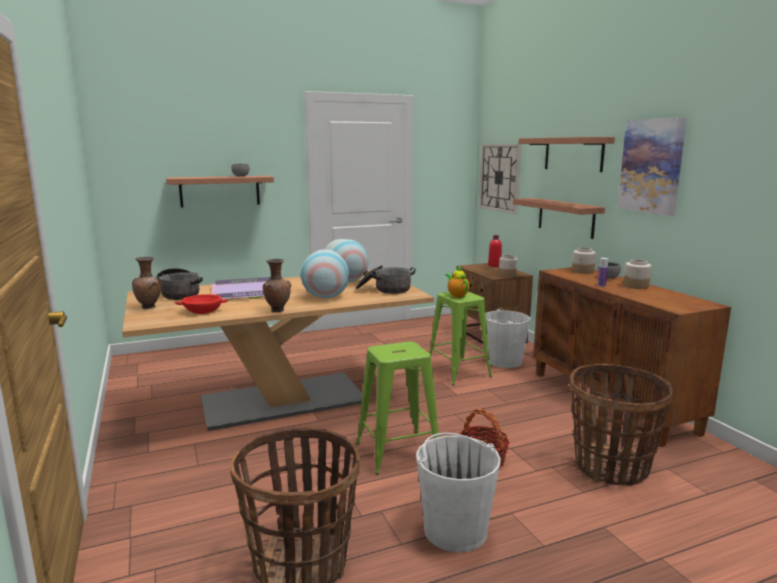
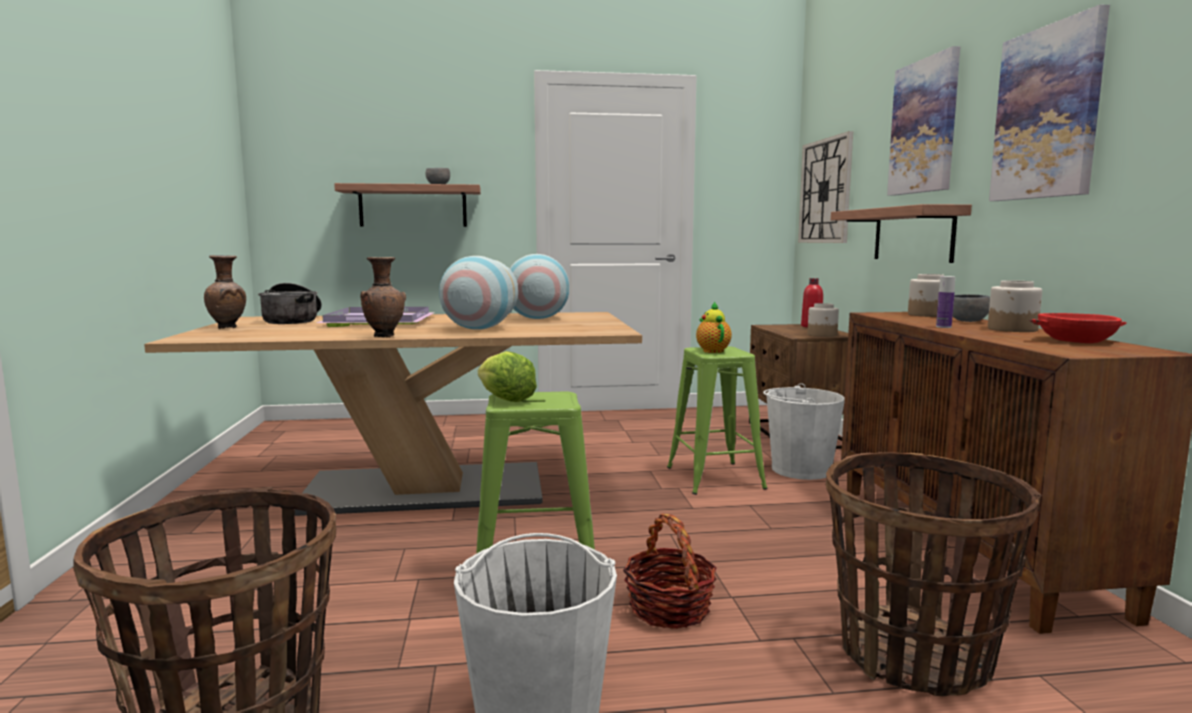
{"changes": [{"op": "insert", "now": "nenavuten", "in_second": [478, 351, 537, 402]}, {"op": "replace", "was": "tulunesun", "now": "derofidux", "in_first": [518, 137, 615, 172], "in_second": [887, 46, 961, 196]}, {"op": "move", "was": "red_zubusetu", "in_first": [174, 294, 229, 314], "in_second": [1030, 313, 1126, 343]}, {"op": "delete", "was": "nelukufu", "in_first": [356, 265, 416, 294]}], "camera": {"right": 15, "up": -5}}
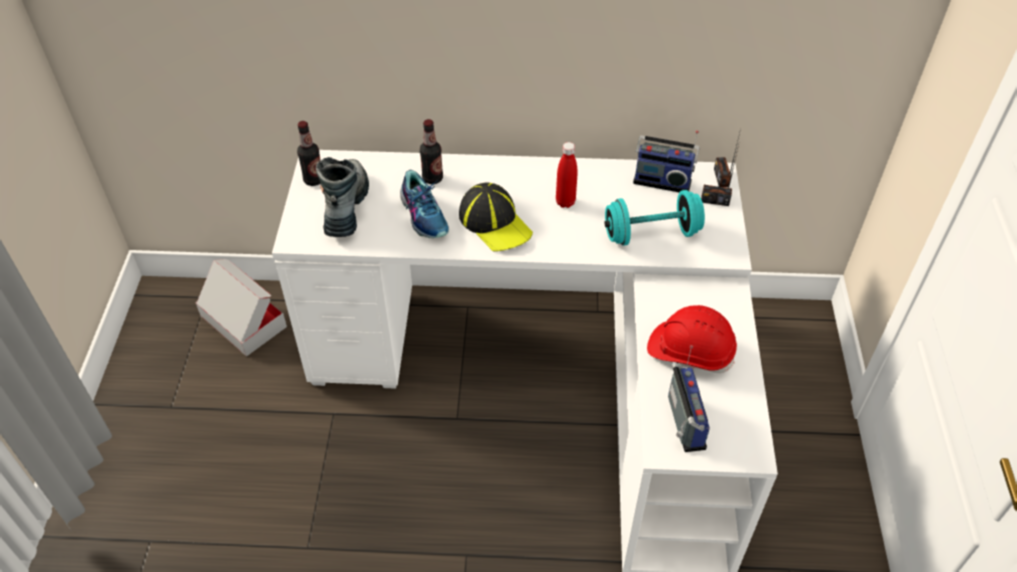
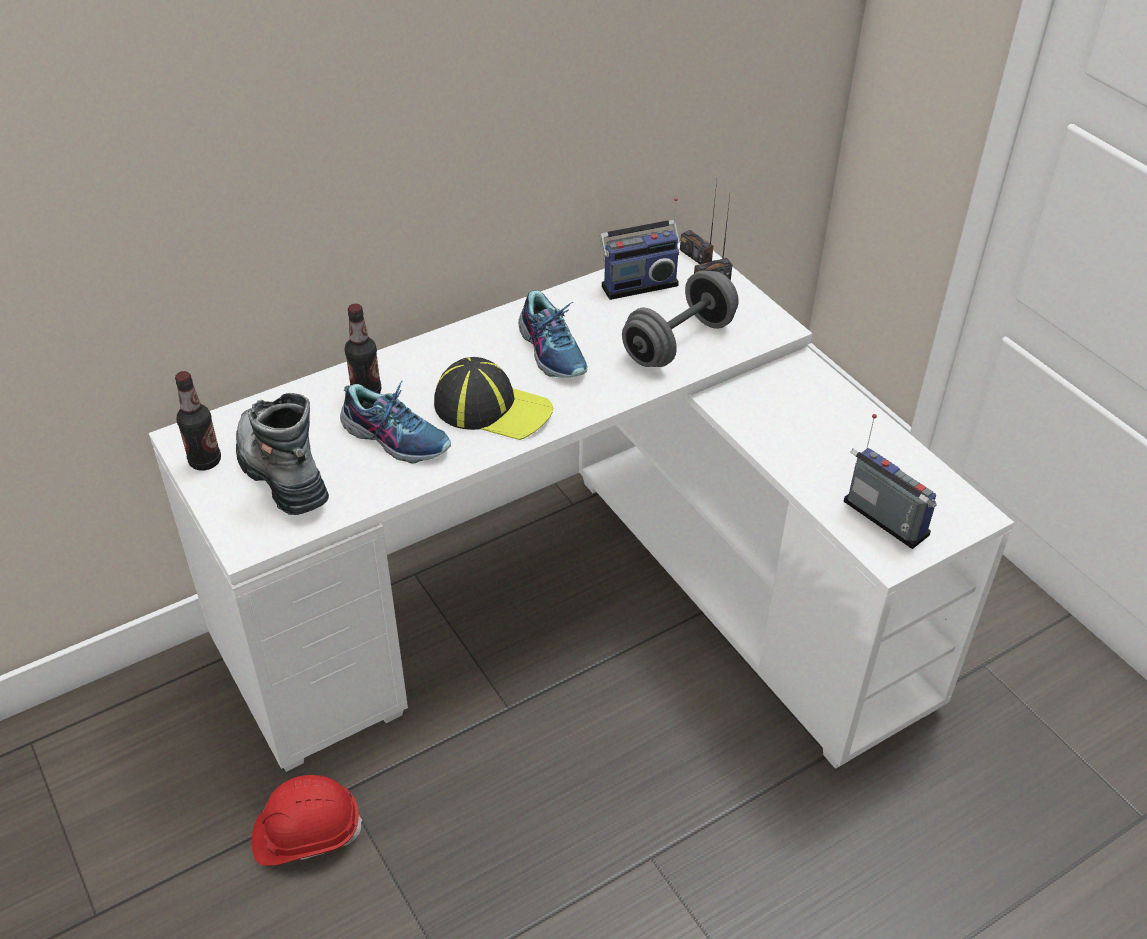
{"changes": [{"op": "move", "was": "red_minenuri", "in_first": [647, 305, 737, 373], "in_second": [252, 775, 362, 866]}, {"op": "replace", "was": "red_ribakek", "now": "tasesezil", "in_first": [556, 142, 578, 208], "in_second": [518, 290, 588, 378]}, {"op": "recolor", "was": "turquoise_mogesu", "now": "grey_mogesu", "in_first": [604, 190, 705, 246], "in_second": [622, 271, 739, 367]}, {"op": "delete", "was": "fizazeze", "in_first": [196, 259, 287, 357]}], "camera": {"right": -35, "up": -5}}
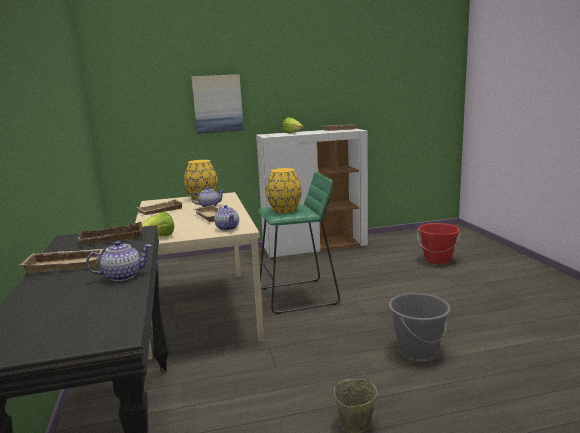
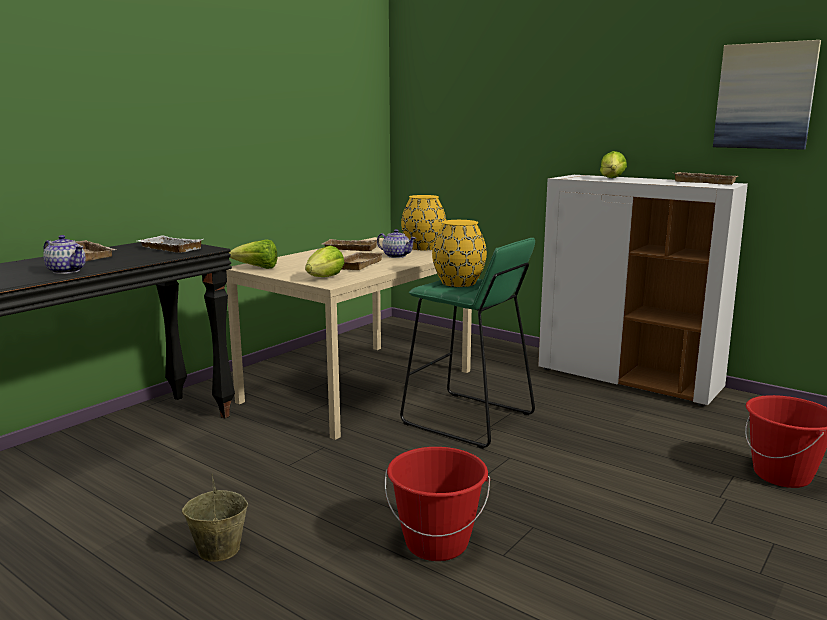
{"changes": [{"op": "recolor", "was": "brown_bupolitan", "now": "white_bupolitan", "in_first": [77, 222, 143, 245], "in_second": [138, 235, 203, 253]}, {"op": "replace", "was": "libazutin", "now": "nenavuten", "in_first": [214, 205, 239, 231], "in_second": [305, 246, 344, 277]}, {"op": "recolor", "was": "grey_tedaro", "now": "red_tedaro", "in_first": [389, 293, 450, 359], "in_second": [385, 447, 490, 561]}, {"op": "move", "was": "derofidux", "in_first": [191, 74, 244, 134], "in_second": [713, 40, 821, 150]}], "camera": {"right": 50, "up": 0}}
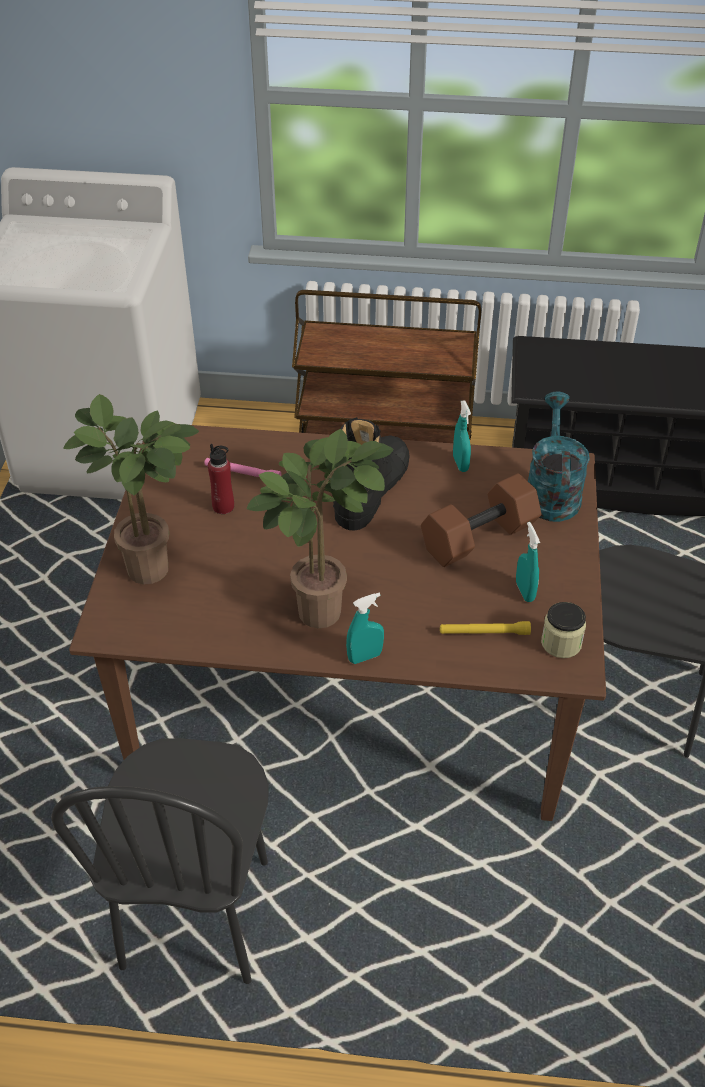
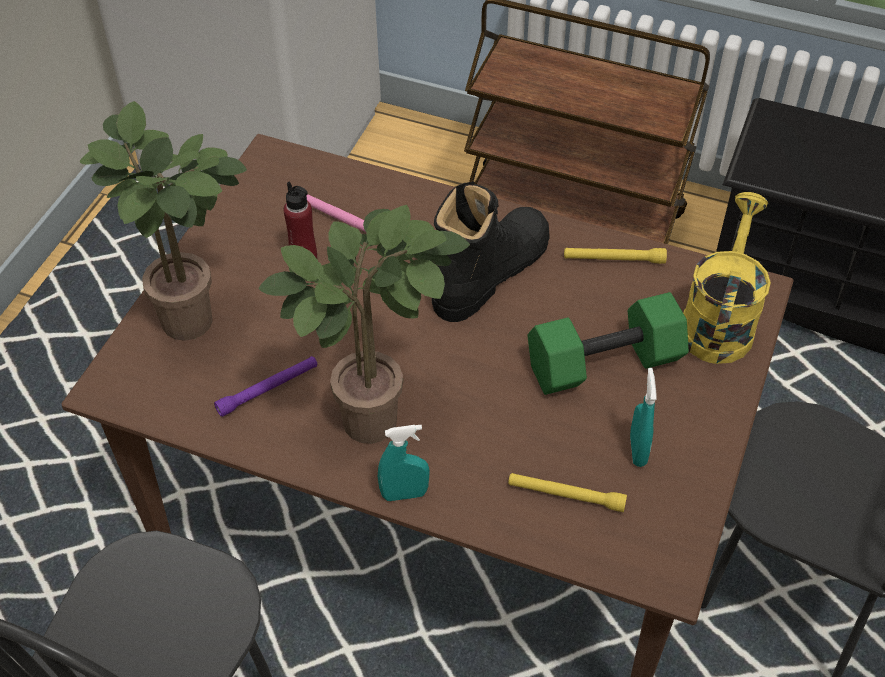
{"changes": [{"op": "insert", "now": "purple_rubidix", "in_second": [214, 356, 317, 417]}, {"op": "recolor", "was": "brown_mogesu", "now": "green_mogesu", "in_first": [421, 473, 541, 567], "in_second": [527, 292, 689, 395]}, {"op": "replace", "was": "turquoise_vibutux", "now": "yellow_rubidix", "in_first": [453, 400, 471, 472], "in_second": [564, 248, 667, 264]}, {"op": "recolor", "was": "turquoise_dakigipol", "now": "yellow_dakigipol", "in_first": [528, 392, 590, 522], "in_second": [683, 192, 771, 364]}, {"op": "delete", "was": "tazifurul", "in_first": [541, 602, 586, 658]}], "camera": {"right": 15, "up": 5}}
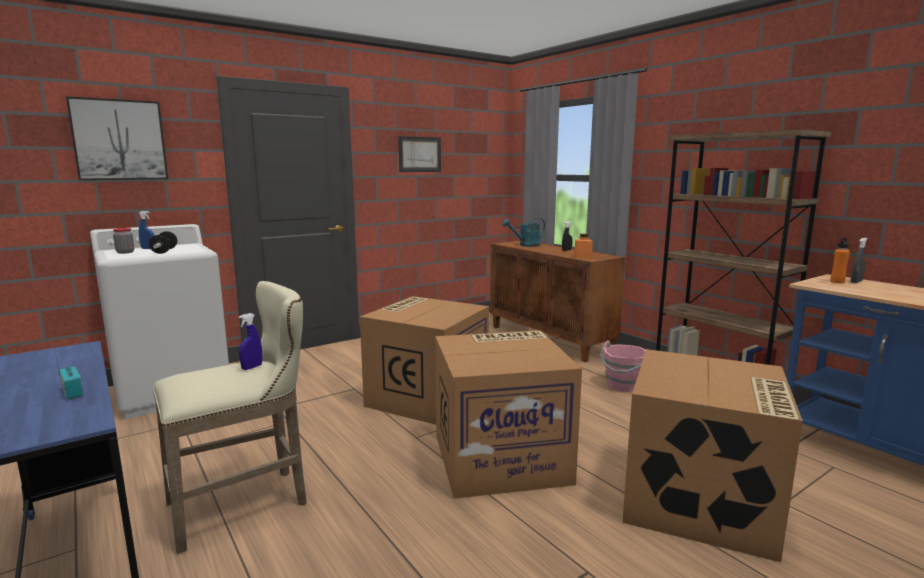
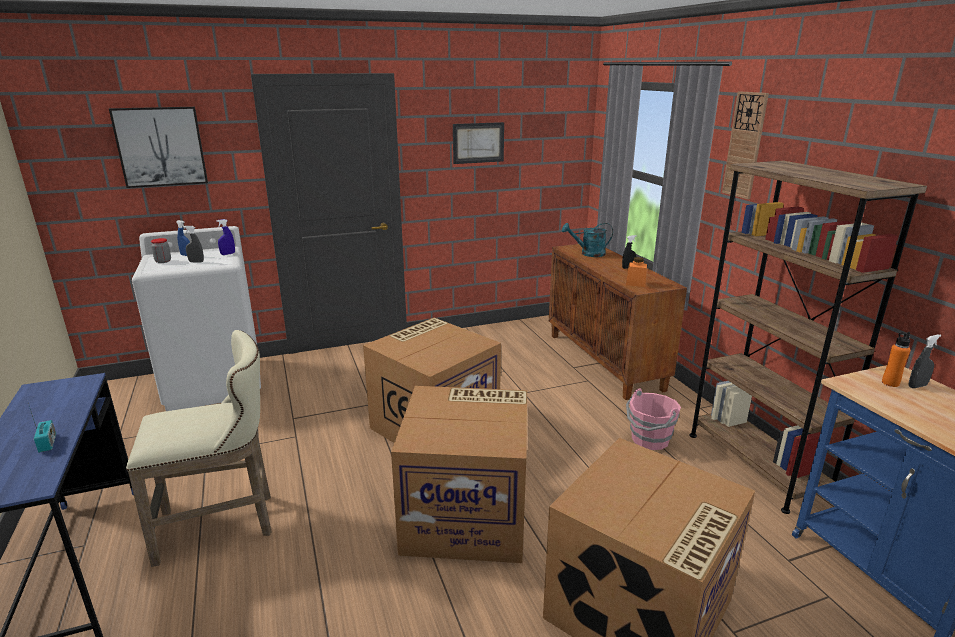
{"changes": [{"op": "replace", "was": "mogesu", "now": "grey_vibutux", "in_first": [149, 231, 177, 254], "in_second": [183, 226, 204, 262]}, {"op": "move", "was": "blue_vibutux", "in_first": [238, 313, 262, 370], "in_second": [216, 219, 235, 255]}, {"op": "insert", "now": "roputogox", "in_second": [722, 91, 769, 199]}], "camera": {"right": 15, "up": 10}}
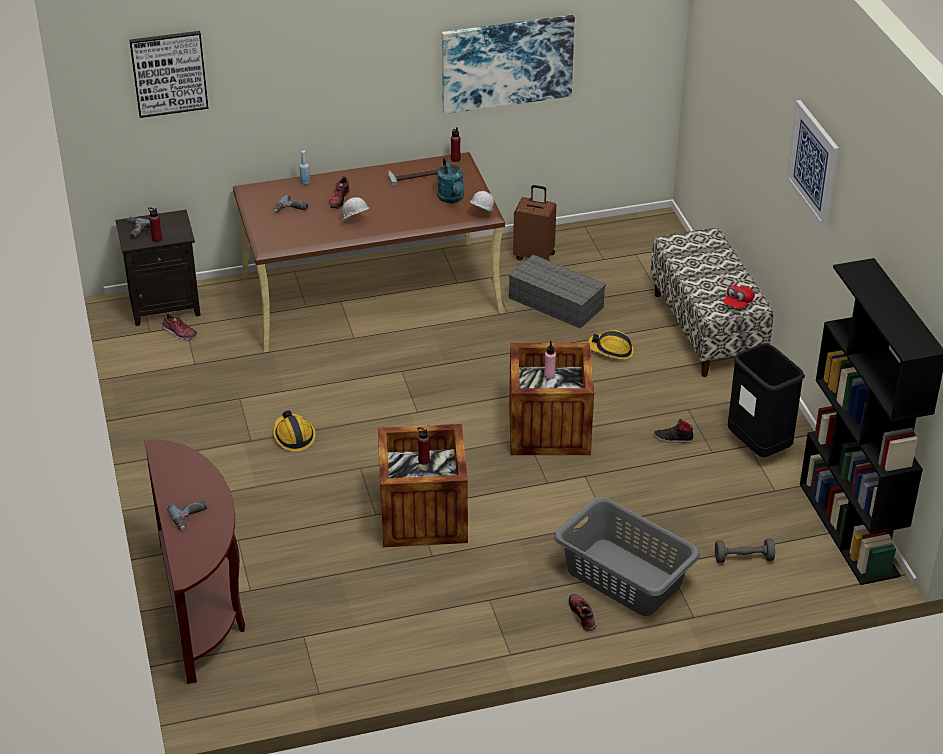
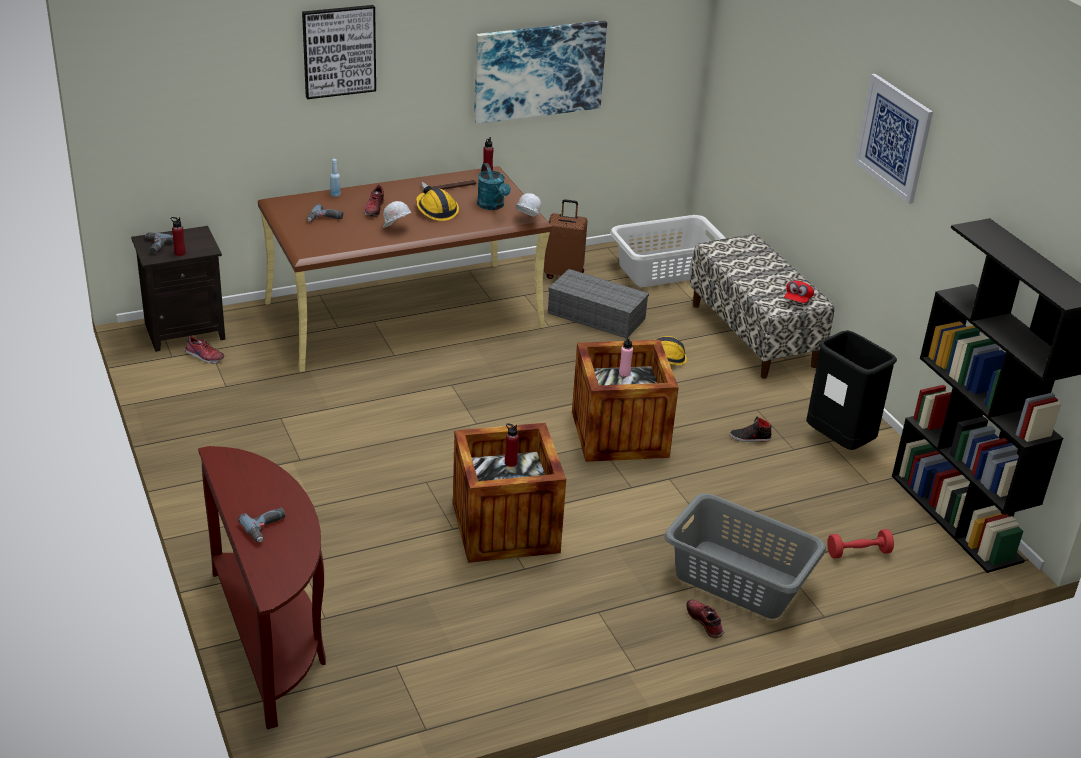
{"changes": [{"op": "move", "was": "derofidux", "in_first": [129, 31, 208, 118], "in_second": [302, 5, 376, 99]}, {"op": "move", "was": "minenuri", "in_first": [273, 411, 316, 451], "in_second": [416, 186, 459, 221]}, {"op": "insert", "now": "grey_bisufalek", "in_second": [610, 215, 726, 287]}, {"op": "recolor", "was": "grey_mogesu", "now": "red_mogesu", "in_first": [715, 538, 775, 563], "in_second": [827, 529, 894, 559]}], "camera": {"right": -10, "up": -5}}
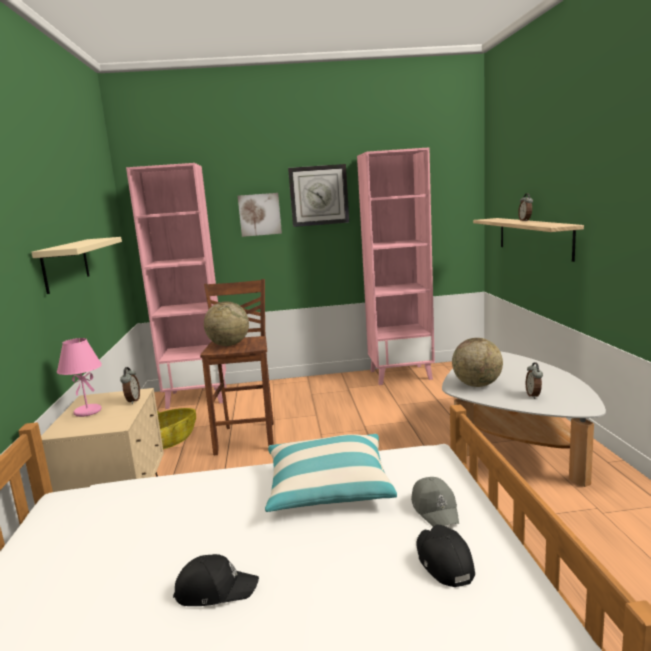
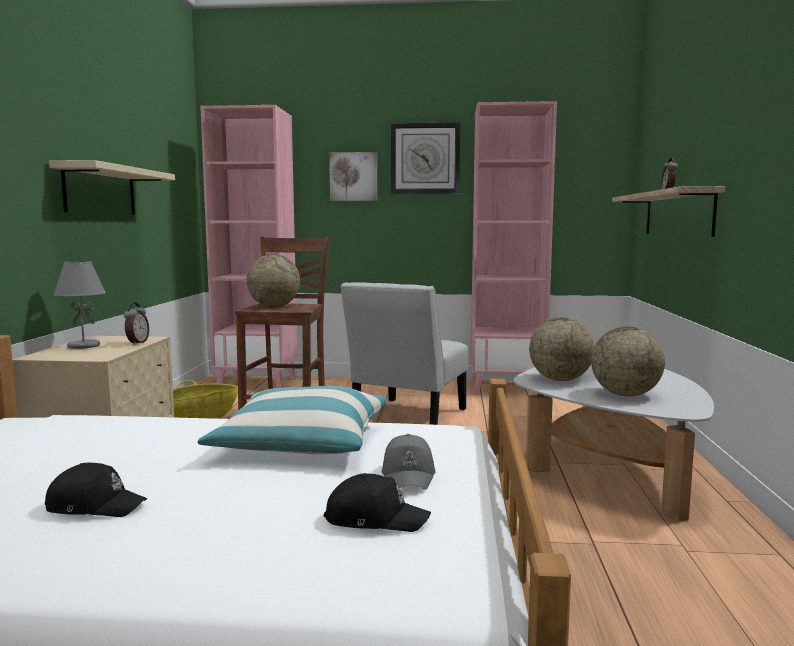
{"changes": [{"op": "recolor", "was": "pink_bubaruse", "now": "grey_bubaruse", "in_first": [57, 338, 102, 417], "in_second": [53, 261, 106, 349]}, {"op": "rotate", "was": "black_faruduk", "in_first": [416, 525, 475, 587], "in_second": [324, 473, 431, 532], "clockwise": 105}, {"op": "insert", "now": "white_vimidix", "in_second": [340, 282, 468, 425]}, {"op": "replace", "was": "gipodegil", "now": "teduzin", "in_first": [526, 363, 543, 399], "in_second": [591, 327, 665, 396]}], "camera": {"right": 10, "up": -5}}
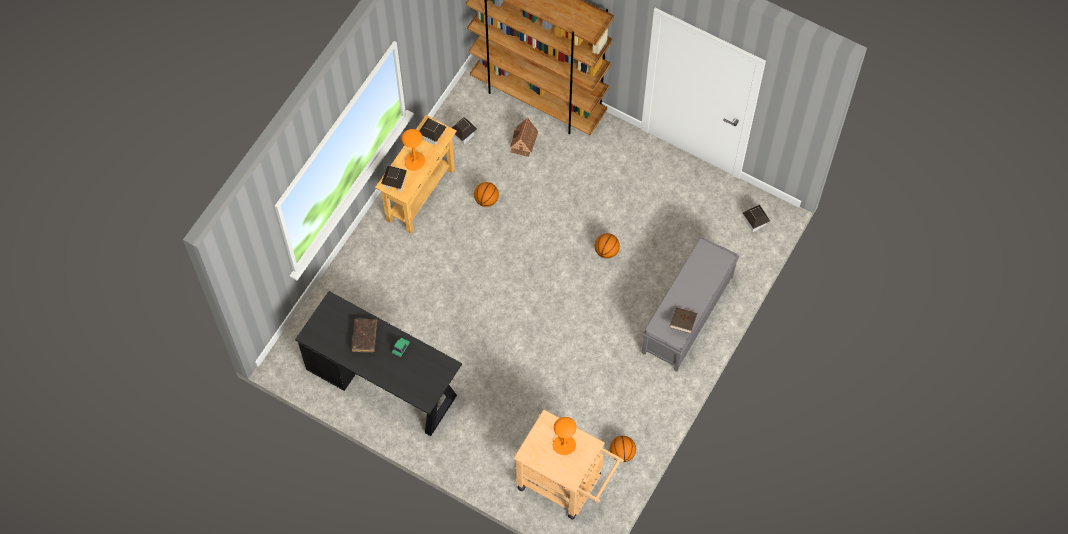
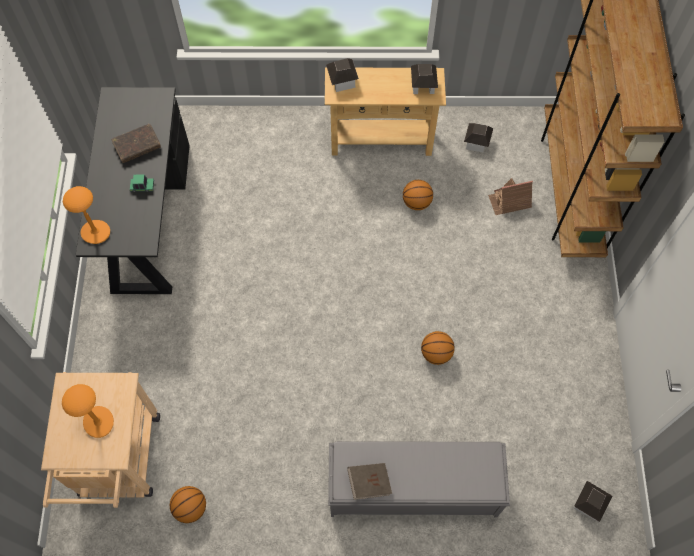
{"changes": [{"op": "move", "was": "orange_bubaruse", "in_first": [402, 129, 425, 171], "in_second": [63, 186, 110, 244]}], "camera": {"right": 60, "up": 0}}
